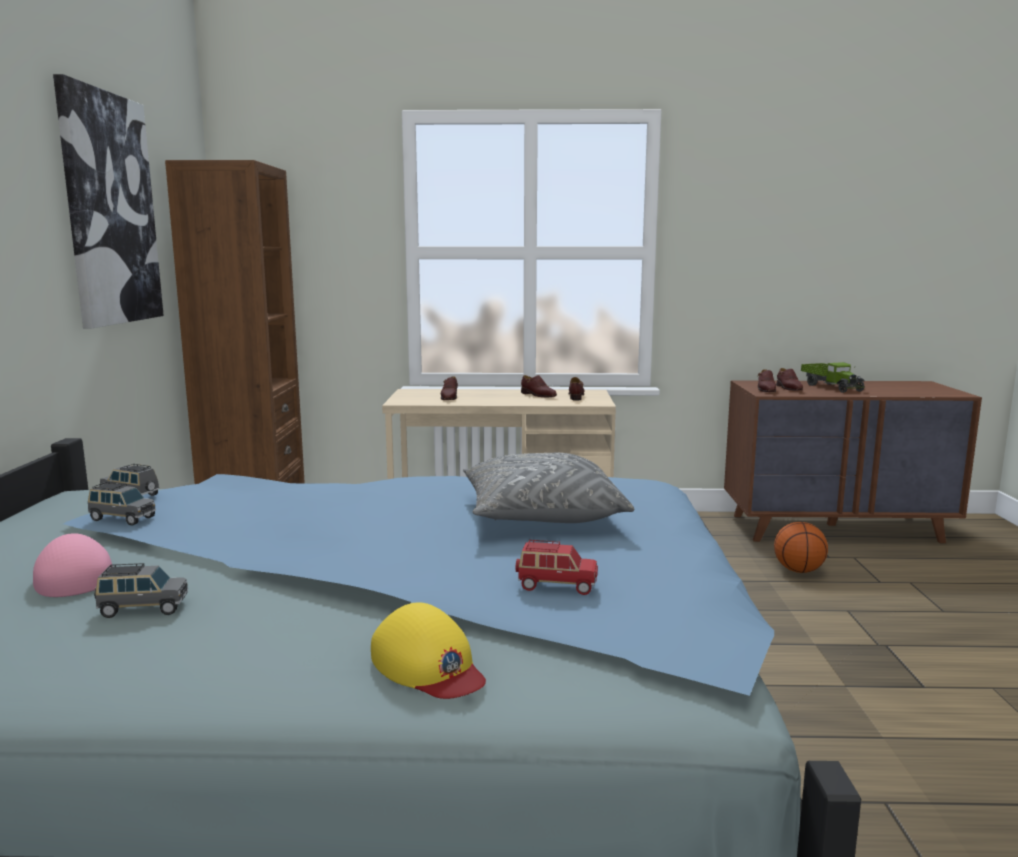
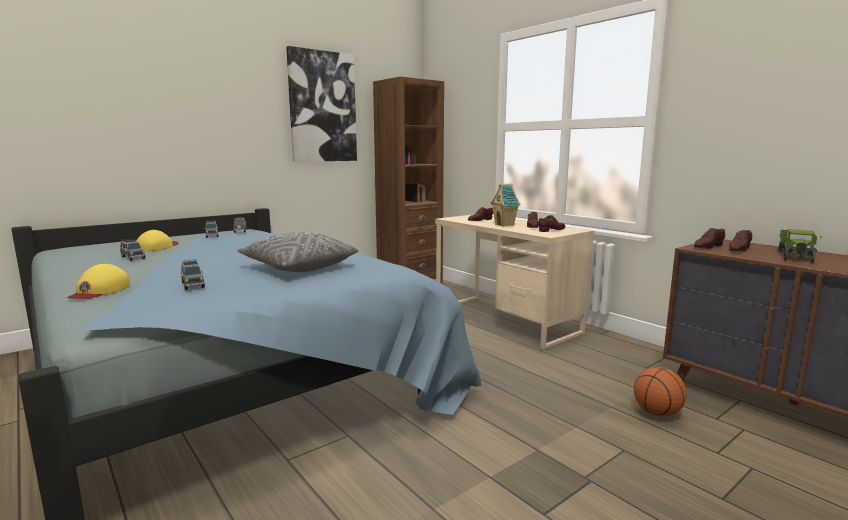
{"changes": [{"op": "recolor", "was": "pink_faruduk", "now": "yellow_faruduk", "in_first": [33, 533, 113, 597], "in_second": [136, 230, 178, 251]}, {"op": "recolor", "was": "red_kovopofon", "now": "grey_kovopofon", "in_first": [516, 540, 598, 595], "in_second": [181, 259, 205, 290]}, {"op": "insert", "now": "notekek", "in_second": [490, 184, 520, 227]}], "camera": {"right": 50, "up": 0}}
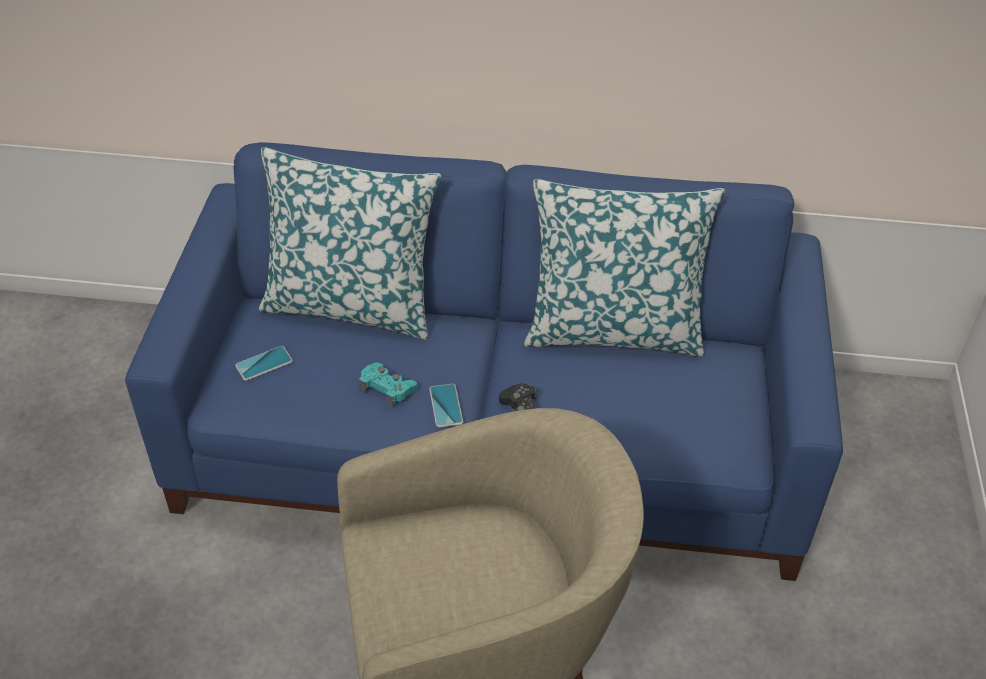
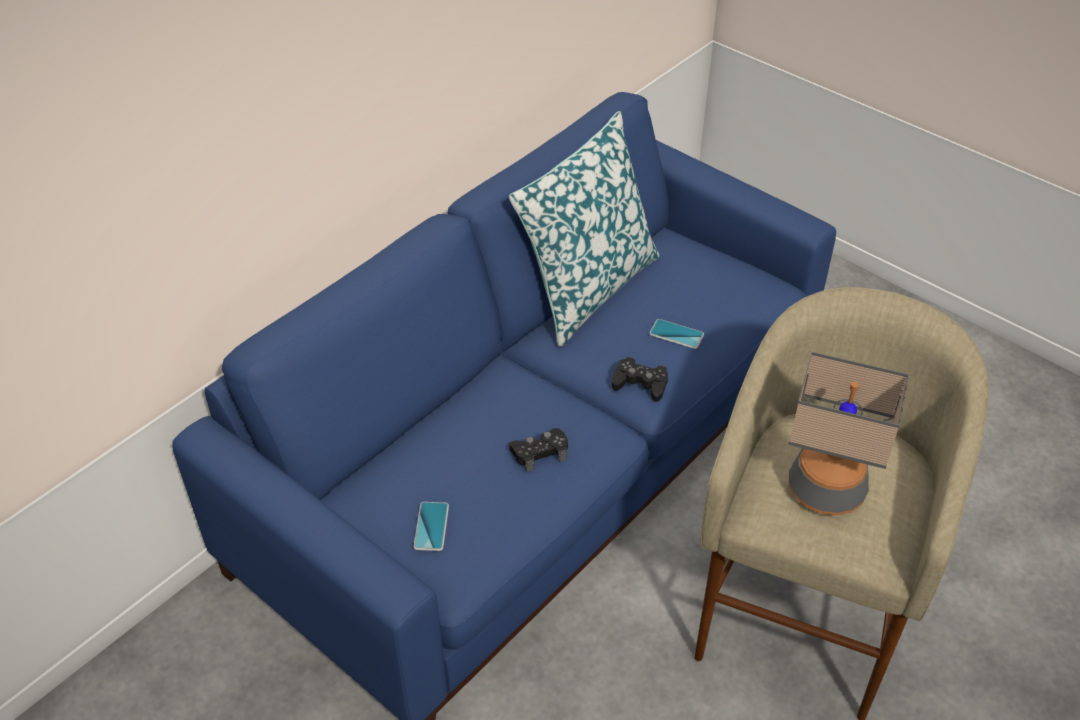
{"changes": [{"op": "recolor", "was": "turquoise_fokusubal", "now": "black_fokusubal", "in_first": [359, 362, 417, 408], "in_second": [509, 428, 568, 472]}, {"op": "move", "was": "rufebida", "in_first": [429, 384, 463, 427], "in_second": [649, 319, 704, 349]}, {"op": "insert", "now": "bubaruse", "in_second": [788, 352, 909, 516]}, {"op": "delete", "was": "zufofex", "in_first": [259, 147, 441, 340]}], "camera": {"right": -55, "up": 0}}
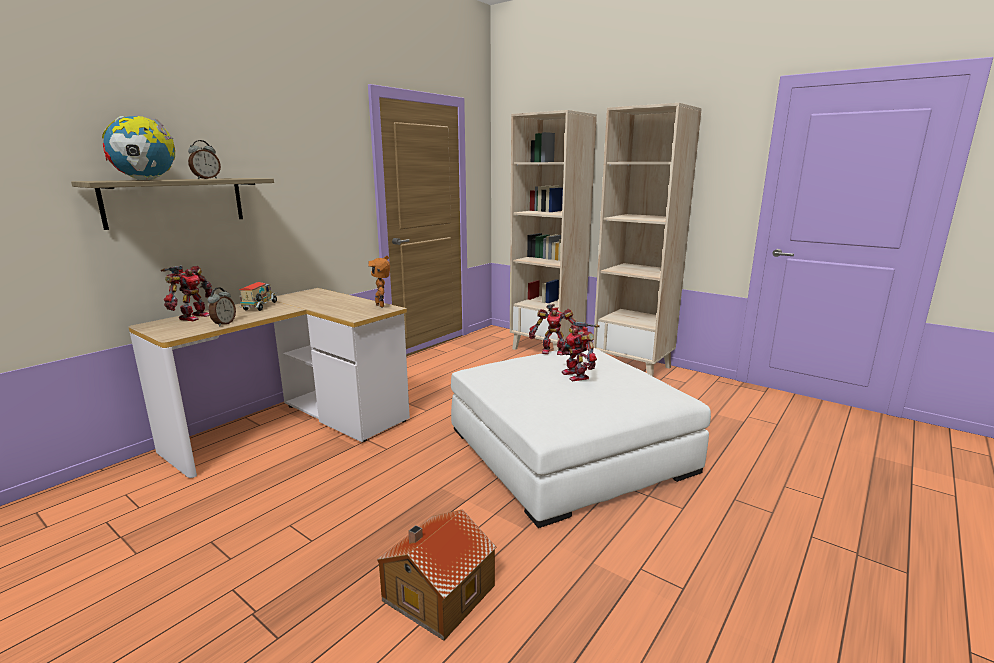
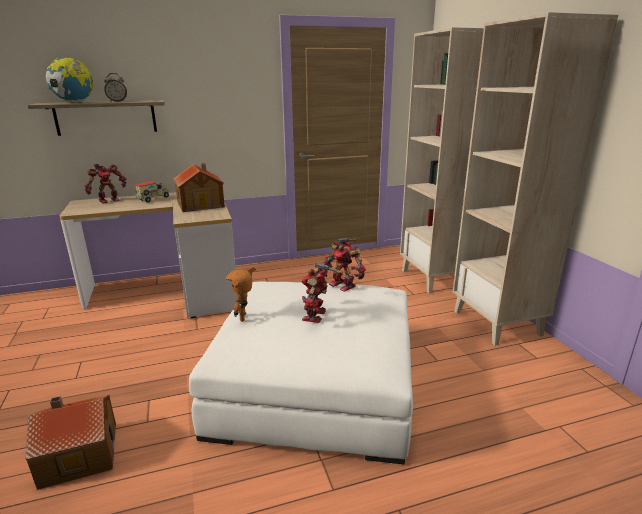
{"changes": [{"op": "insert", "now": "notekek", "in_second": [173, 163, 225, 212]}, {"op": "move", "was": "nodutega", "in_first": [368, 255, 390, 308], "in_second": [225, 267, 256, 322]}, {"op": "delete", "was": "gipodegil", "in_first": [208, 288, 236, 327]}], "camera": {"right": 35, "up": 5}}
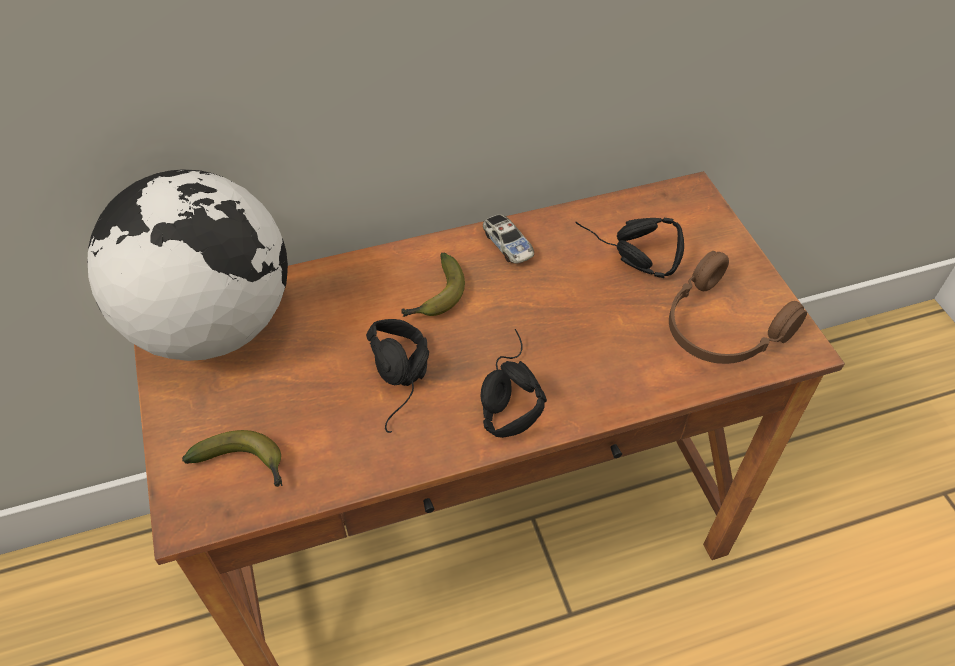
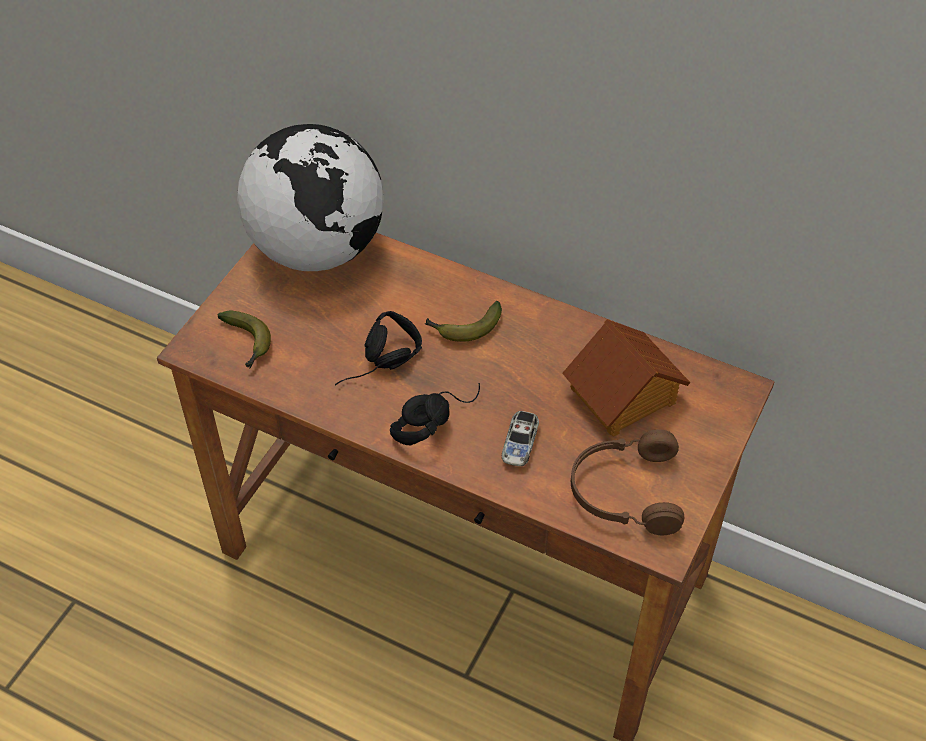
{"changes": [{"op": "move", "was": "kovopofon", "in_first": [483, 214, 534, 264], "in_second": [502, 411, 539, 466]}, {"op": "replace", "was": "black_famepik", "now": "notekek", "in_first": [575, 218, 684, 278], "in_second": [562, 319, 691, 437]}], "camera": {"right": 45, "up": 0}}
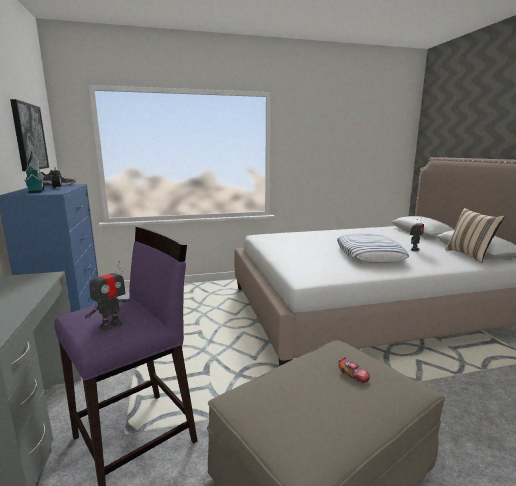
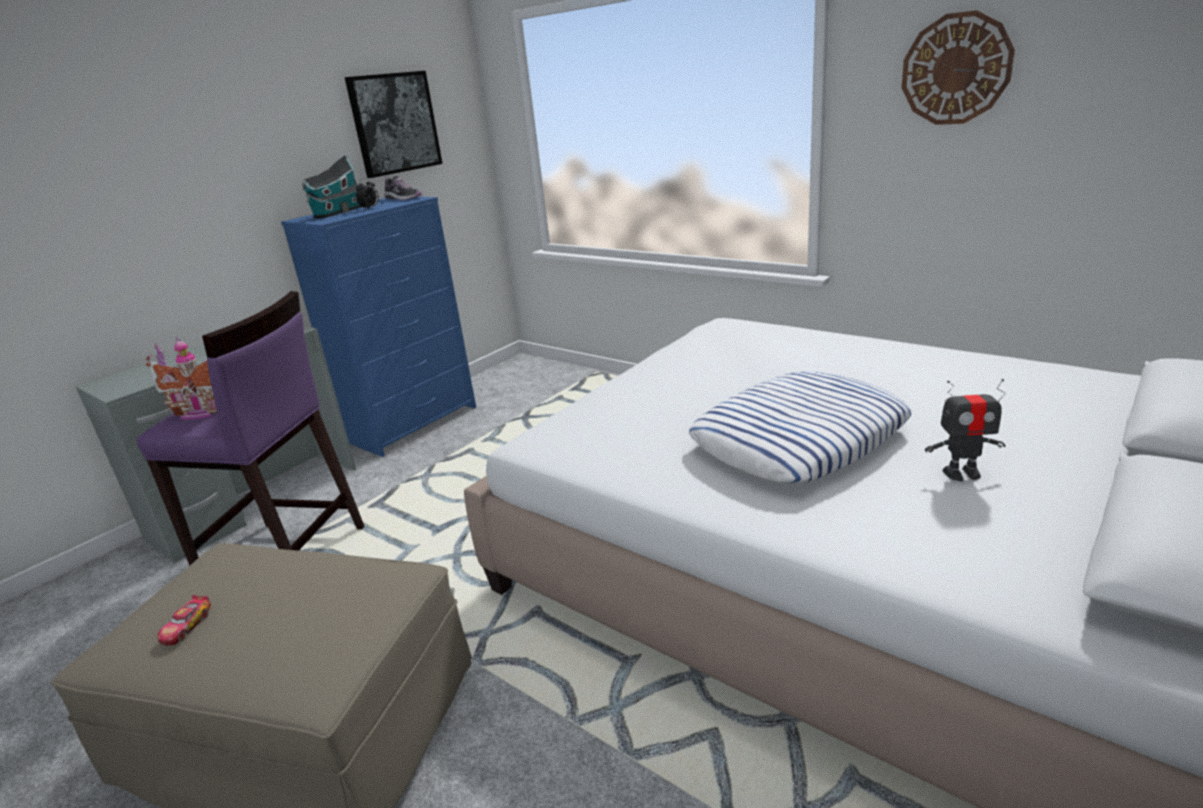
{"changes": [{"op": "replace", "was": "nodutega", "now": "notekek", "in_first": [85, 261, 131, 331], "in_second": [146, 337, 217, 420]}, {"op": "move", "was": "kovopofon", "in_first": [338, 357, 370, 383], "in_second": [158, 595, 211, 645]}, {"op": "insert", "now": "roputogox", "in_second": [902, 10, 1015, 125]}, {"op": "delete", "was": "beige_zufofex", "in_first": [445, 208, 504, 263]}], "camera": {"right": 55, "up": 10}}
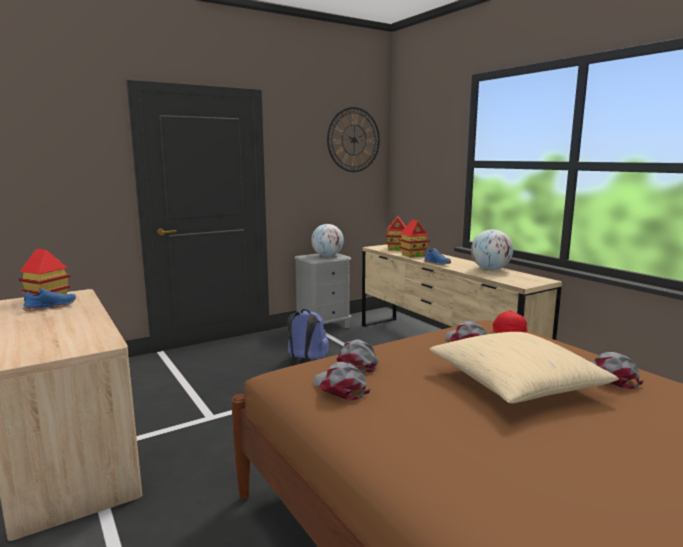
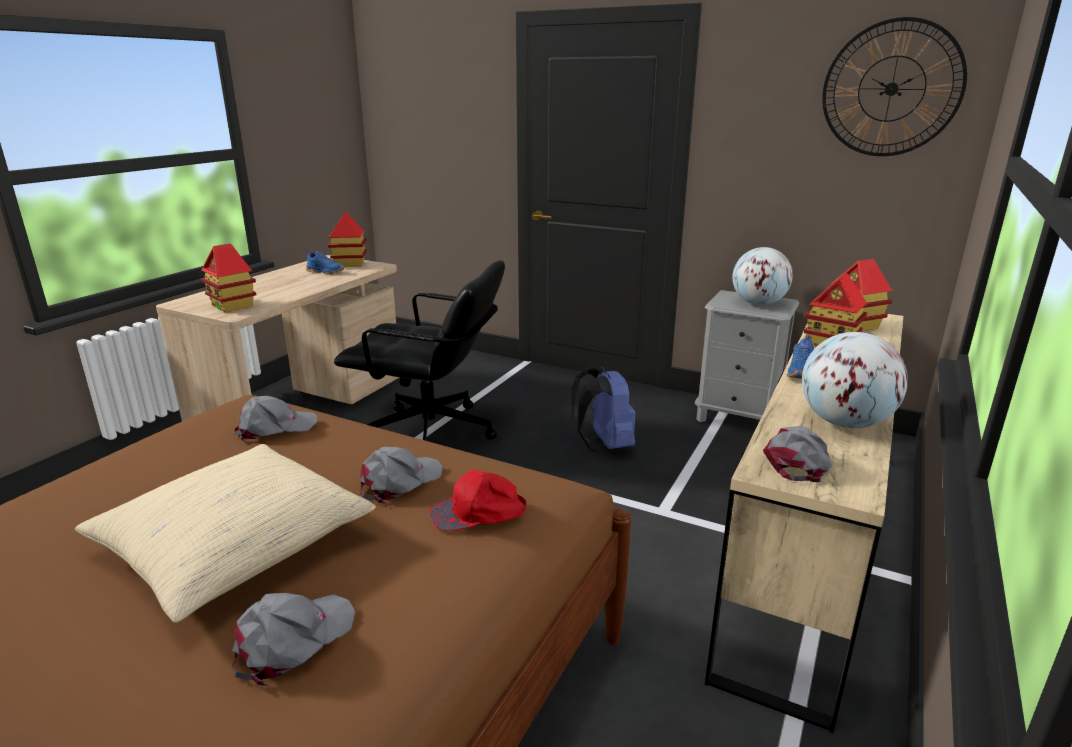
{"changes": [{"op": "insert", "now": "notekek", "in_second": [201, 243, 256, 312]}, {"op": "insert", "now": "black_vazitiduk", "in_second": [334, 260, 505, 441]}, {"op": "move", "was": "grey_faruduk", "in_first": [313, 362, 371, 400], "in_second": [763, 426, 832, 482]}], "camera": {"right": 60, "up": 10}}
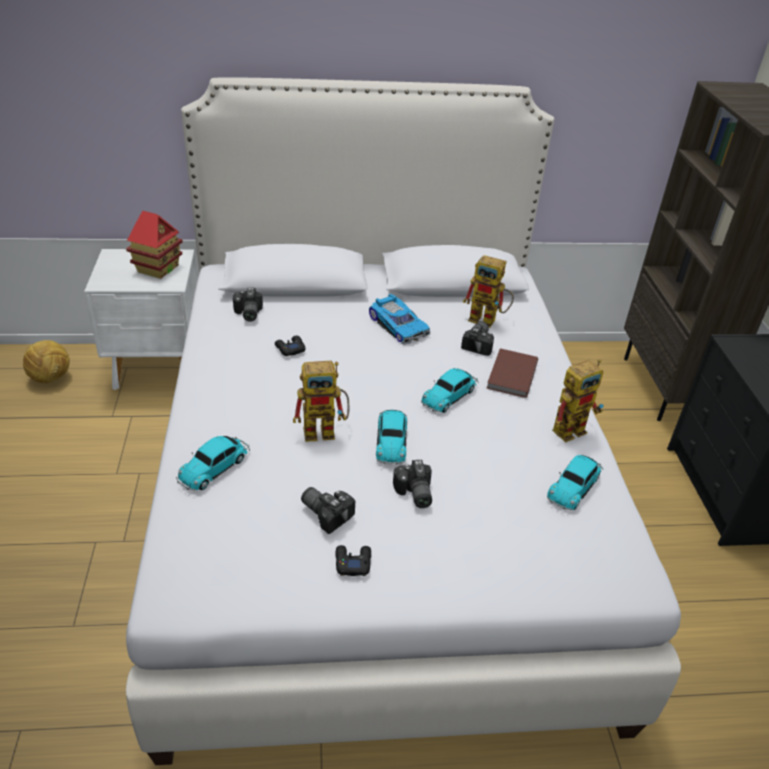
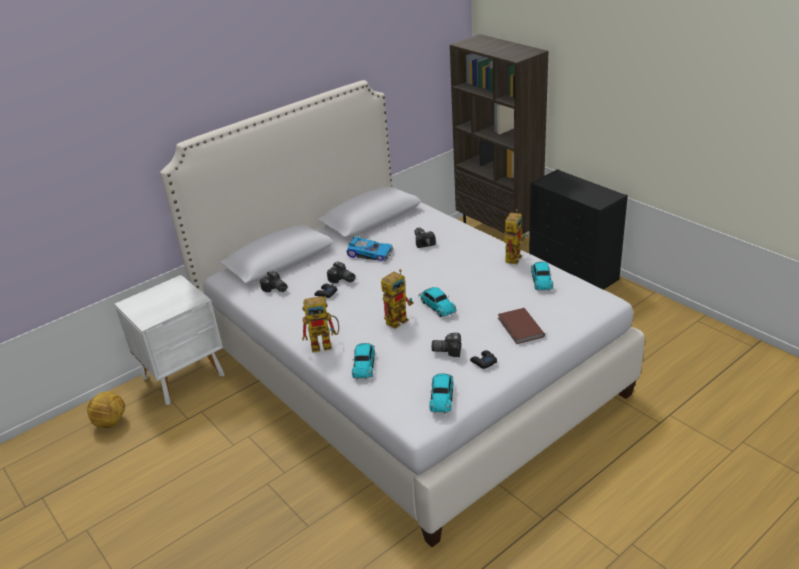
{"changes": [{"op": "move", "was": "nodutega", "in_first": [463, 255, 514, 327], "in_second": [302, 296, 339, 353]}, {"op": "move", "was": "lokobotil", "in_first": [393, 460, 432, 508], "in_second": [327, 261, 355, 283]}, {"op": "move", "was": "kovopofon", "in_first": [421, 368, 479, 413], "in_second": [429, 373, 454, 414]}, {"op": "move", "was": "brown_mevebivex", "in_first": [486, 348, 538, 398], "in_second": [498, 308, 545, 344]}, {"op": "delete", "was": "notekek", "in_first": [126, 211, 183, 279]}], "camera": {"right": -30, "up": -5}}
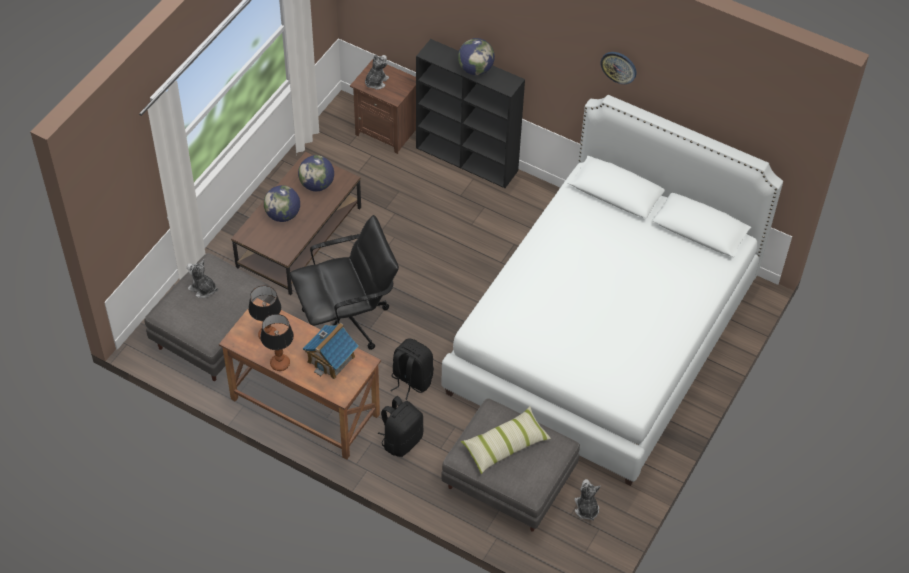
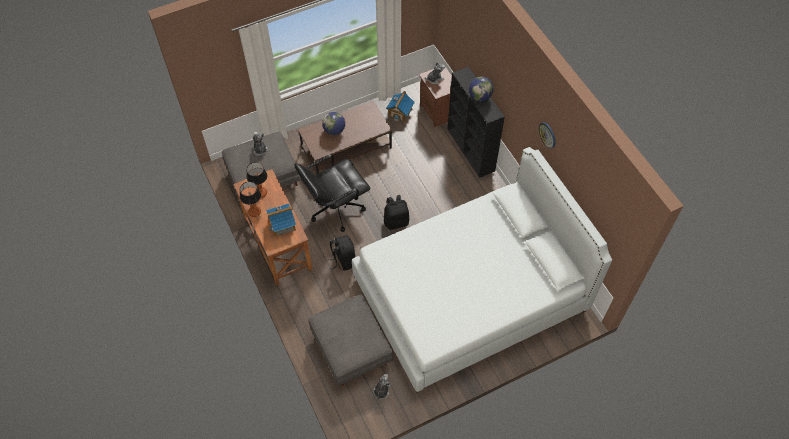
{"changes": [{"op": "rotate", "was": "black_vazitiduk", "in_first": [290, 215, 399, 350], "in_second": [294, 154, 370, 232], "clockwise": 135}, {"op": "move", "was": "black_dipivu", "in_first": [377, 396, 423, 457], "in_second": [384, 195, 409, 230]}, {"op": "insert", "now": "notekek", "in_second": [386, 91, 415, 122]}, {"op": "delete", "was": "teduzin", "in_first": [298, 155, 334, 191]}, {"op": "delete", "was": "zufofex", "in_first": [461, 406, 551, 474]}], "camera": {"right": 35, "up": 5}}
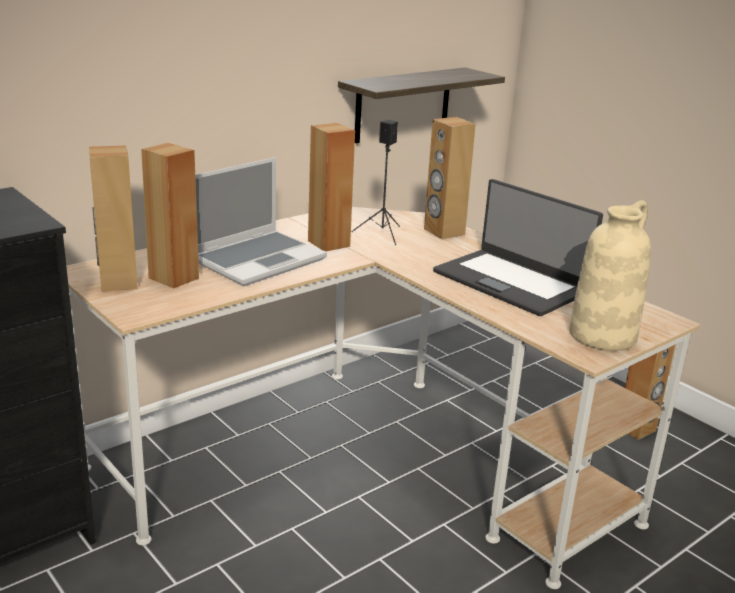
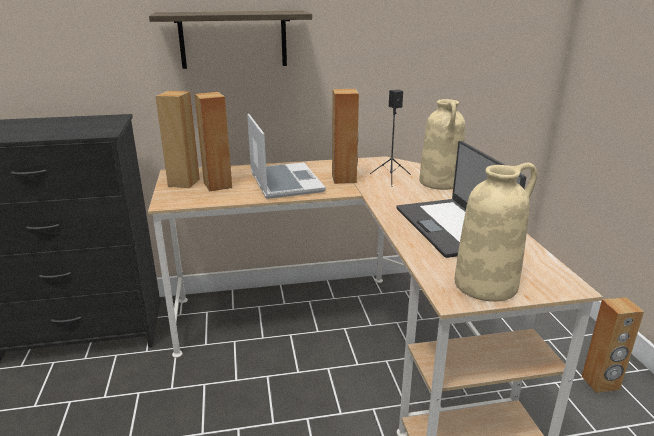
{"changes": [{"op": "move", "was": "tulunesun", "in_first": [338, 68, 505, 143], "in_second": [149, 11, 312, 69]}, {"op": "rotate", "was": "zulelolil", "in_first": [195, 157, 327, 286], "in_second": [247, 114, 326, 199], "clockwise": -90}, {"op": "replace", "was": "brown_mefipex", "now": "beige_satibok", "in_first": [424, 117, 476, 239], "in_second": [419, 99, 465, 190]}], "camera": {"right": 30, "up": 0}}
